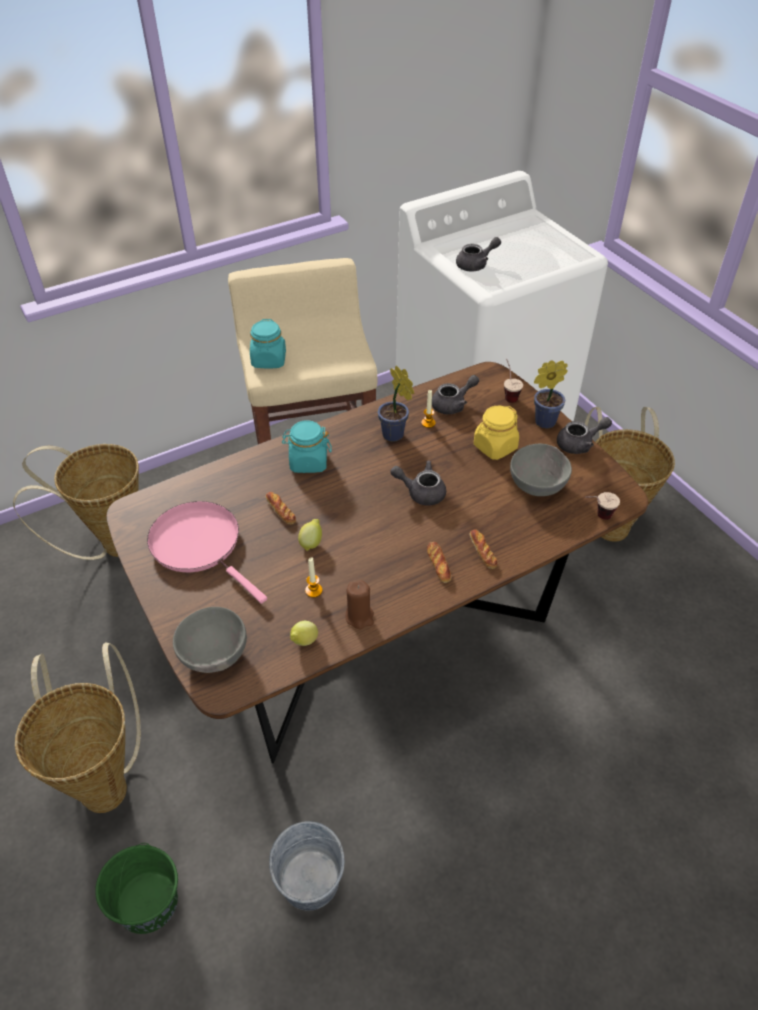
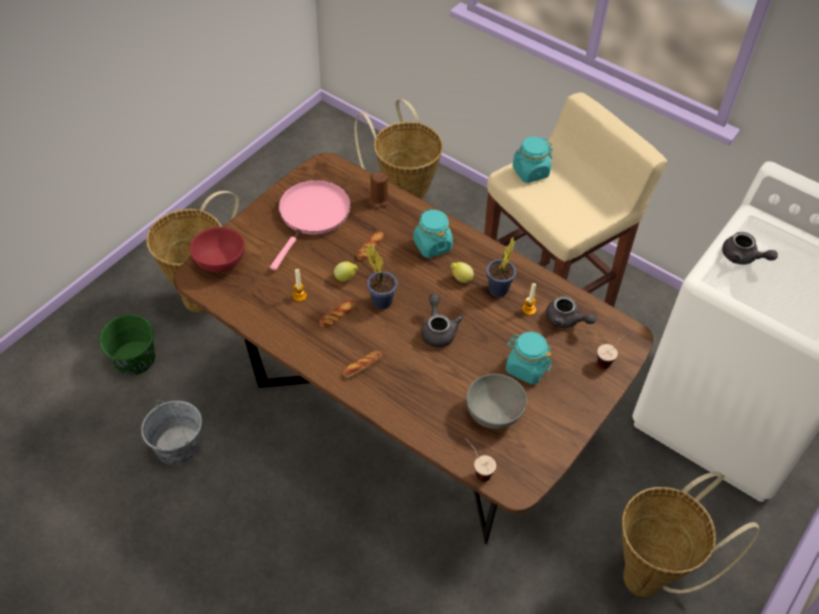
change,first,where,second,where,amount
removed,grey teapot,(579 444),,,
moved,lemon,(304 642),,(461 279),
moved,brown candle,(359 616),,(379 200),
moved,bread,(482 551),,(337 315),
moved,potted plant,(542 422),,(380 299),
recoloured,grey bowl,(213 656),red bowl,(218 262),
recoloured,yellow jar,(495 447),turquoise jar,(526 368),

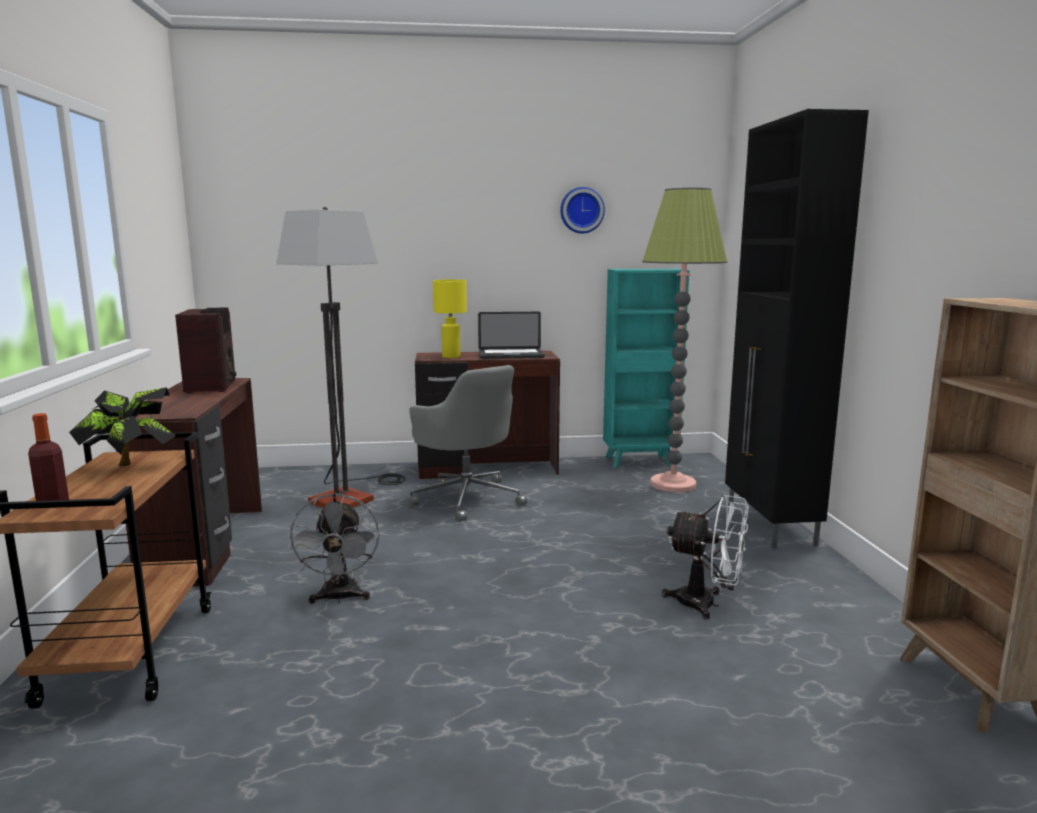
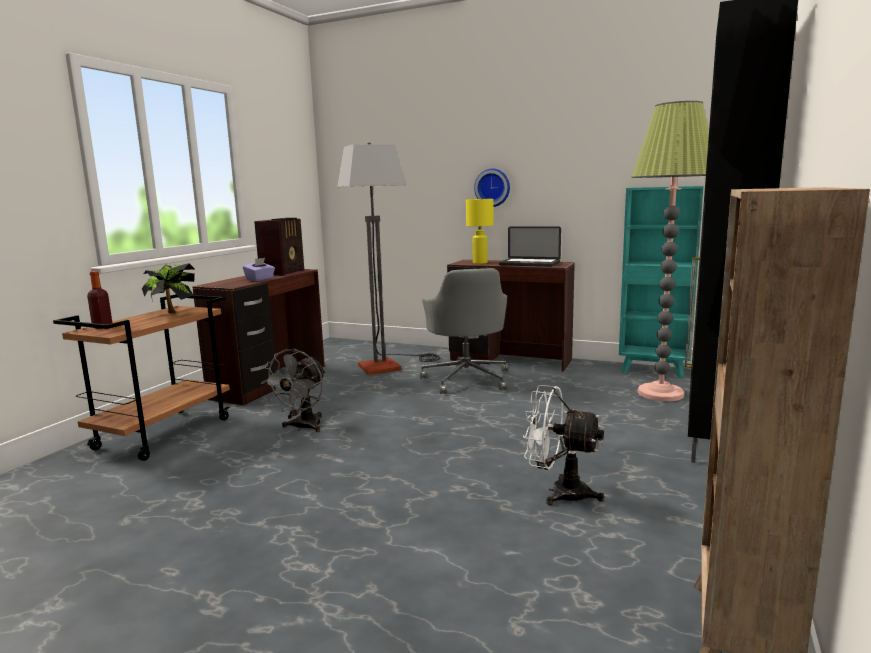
change,first,where,second,where,amount
added,,,purple tissue box,(260 279),
moved,wall clock,(581 210),,(493 187),
turned,white fan,(706 604),,(559 492),150 degrees clockwise

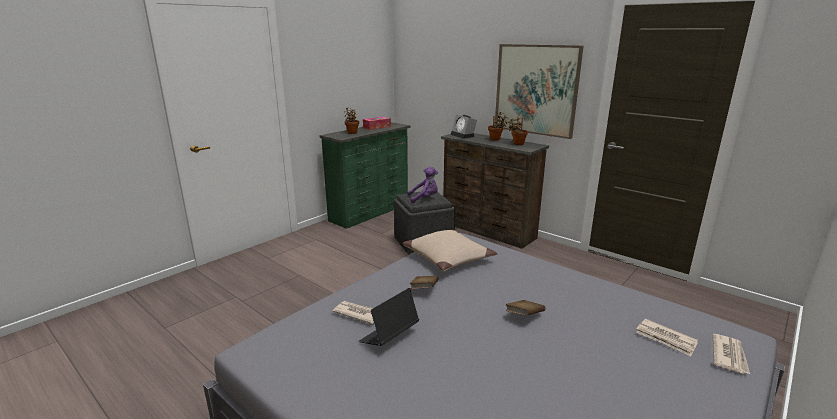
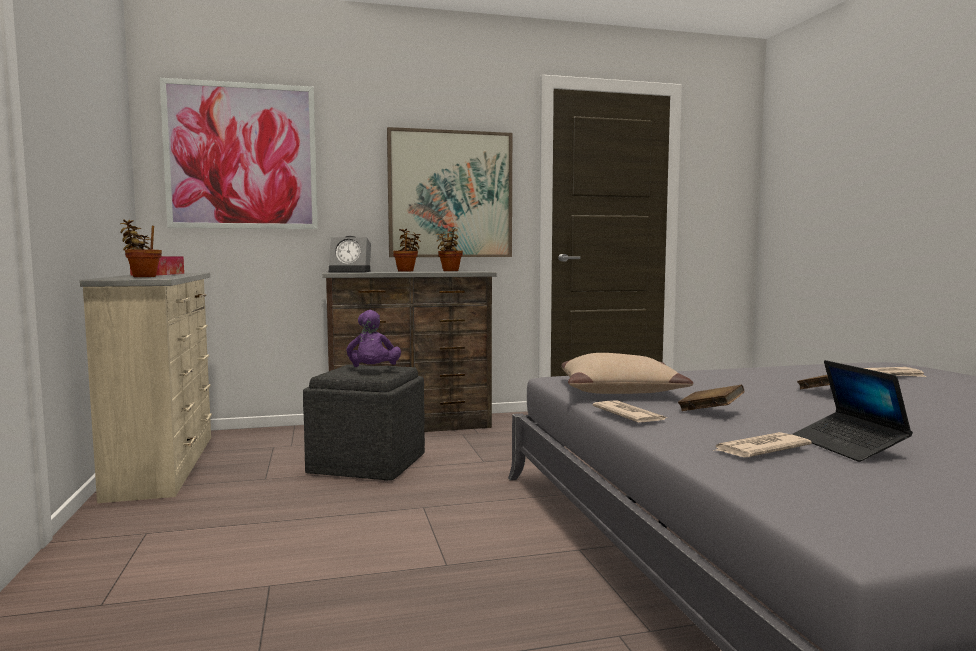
change,first,where,second,where,amount
added,,,picture,(242 156),
moved,newspaper,(729 355),,(629 415),
recoloured,green dresser,(371 212),beige dresser,(166 465),
turned,purple plush toy,(424 199),,(373 371),150 degrees clockwise

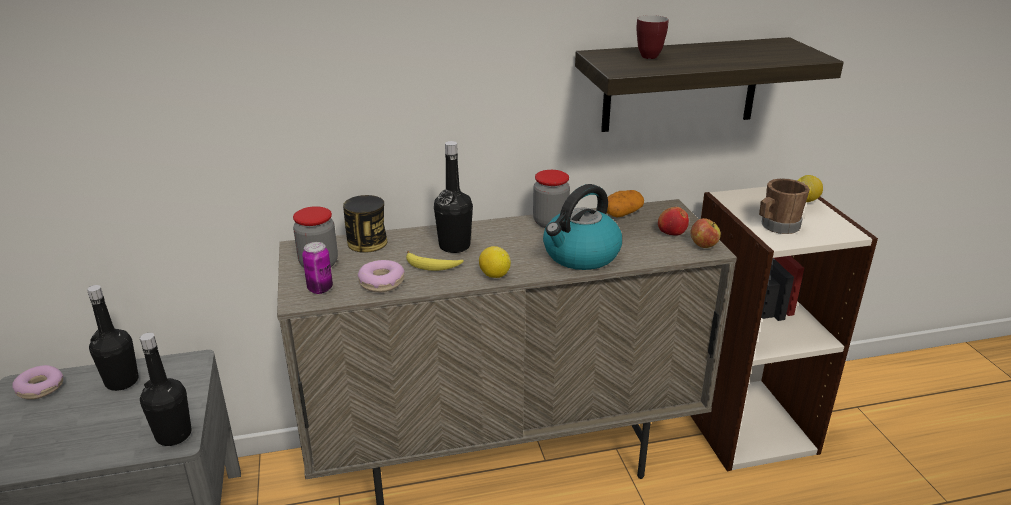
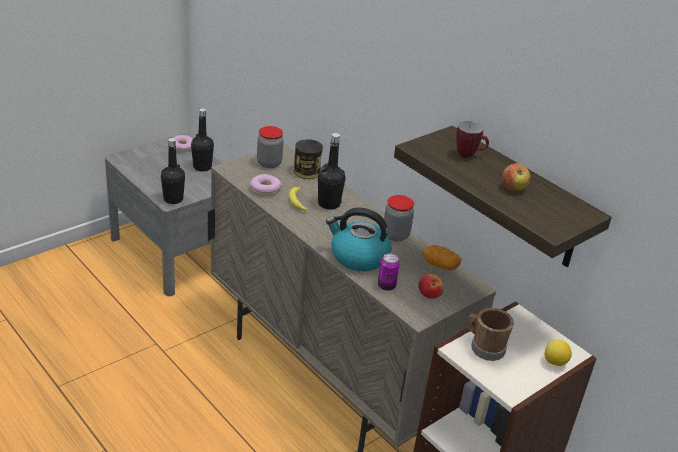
change,first,where,second,where,amount
removed,lemon,(494 275),,,
moved,can,(320 288),,(386 286),
moved,apple,(703 246),,(513 188),

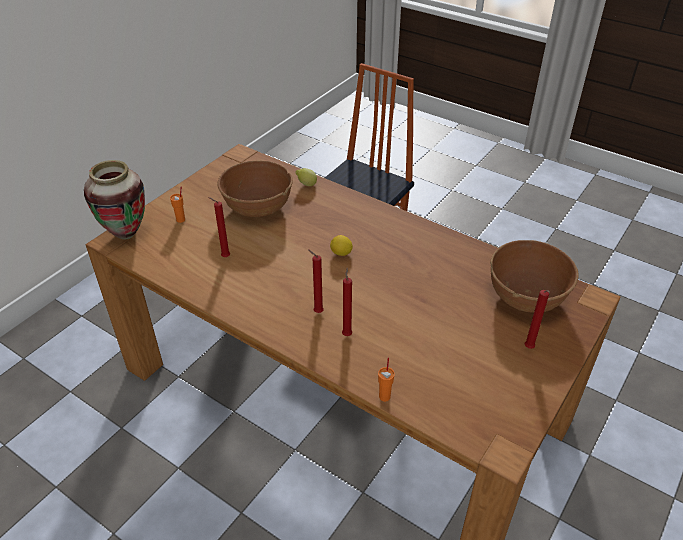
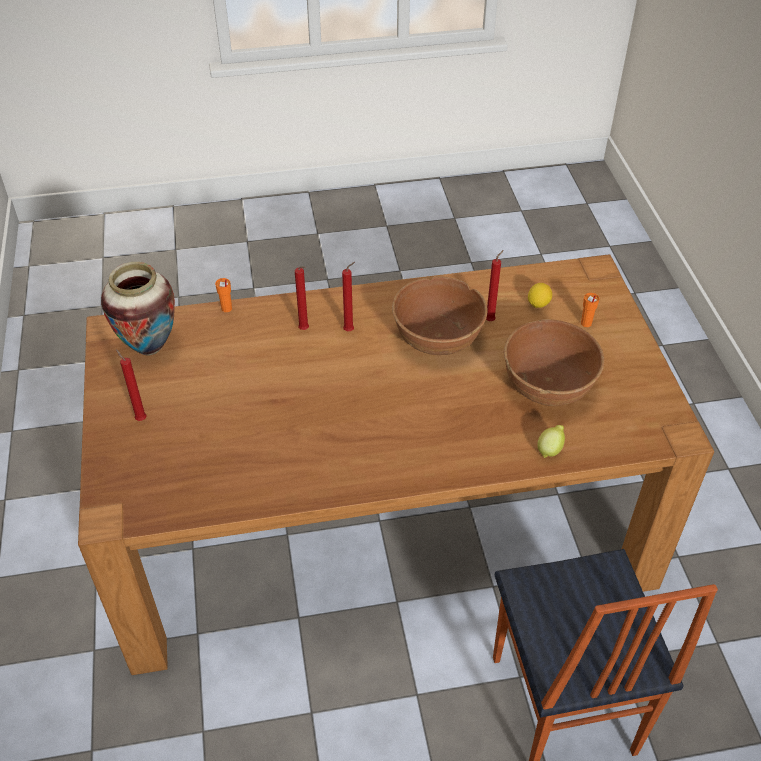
change,first,where,second,where,amount
moved,vase,(126 234),,(149 348),
moved,lemon,(341 253),,(538 304),
moved,brown bowl,(526 296),,(437 338),

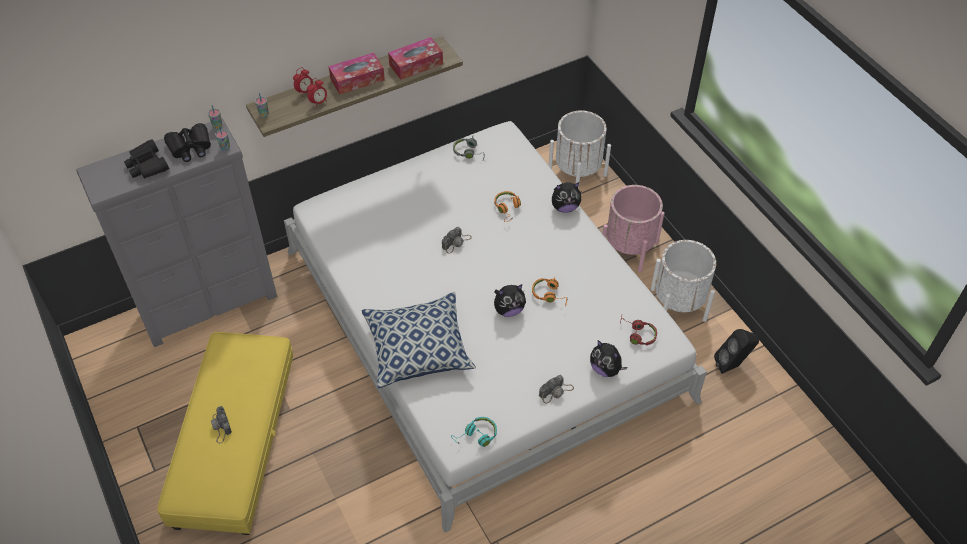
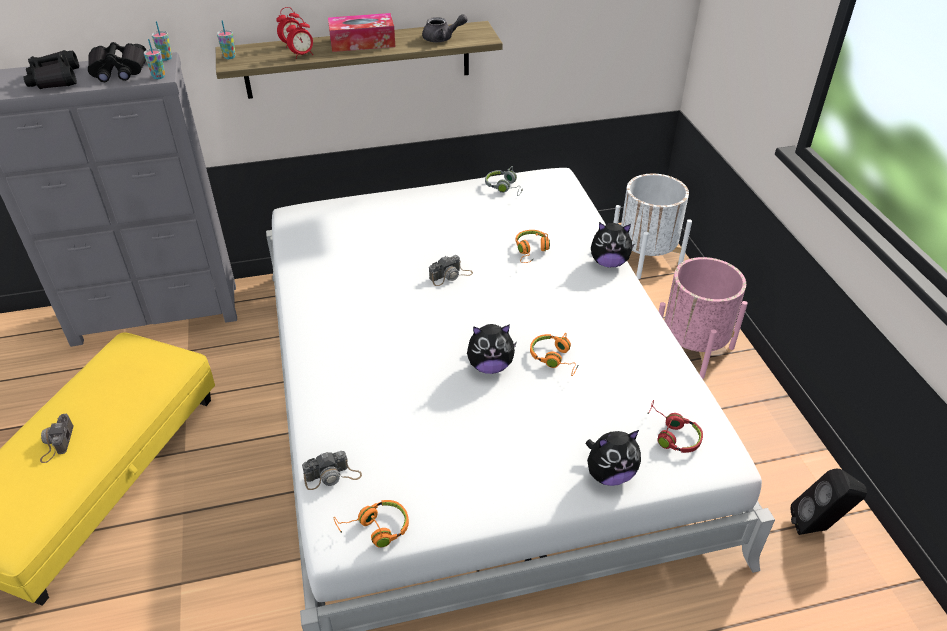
change,first,where,second,where,amount
removed,pillow,(418 348),,,
removed,white planter,(678 304),,,
moved,photo camera,(556 391),,(332 476),
replaced,tissue box,(416 64),grey teapot,(442 39),
recoloured,turquoise headphones,(476 436),orange headphones,(375 529),
turned,plush toy,(605 369),,(609 474),75 degrees counterclockwise

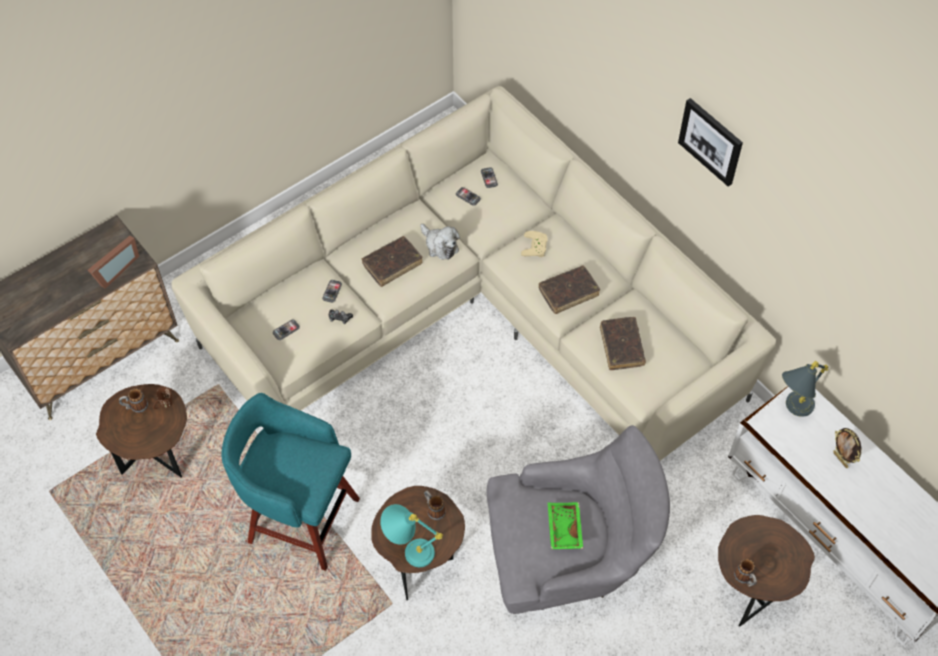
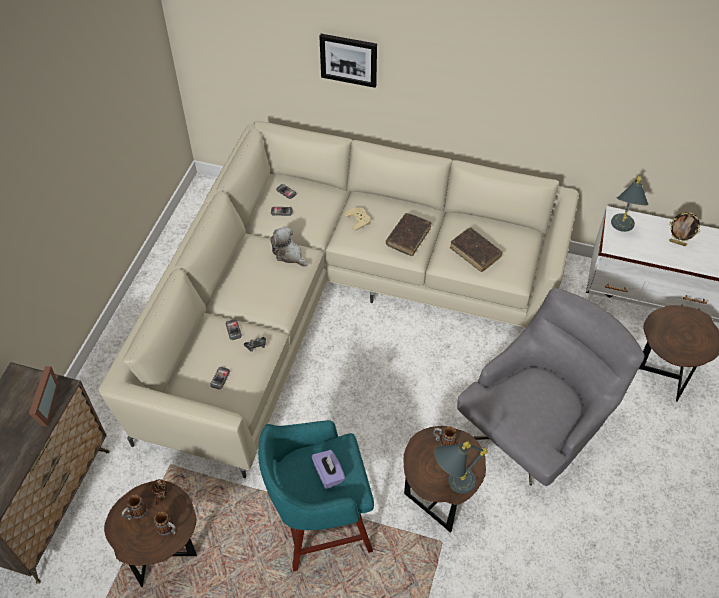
change,first,where,second,where,amount
removed,brown book,(392 264),,,
removed,green tray,(563 529),,,
added,,,purple tissue box,(328 474),
moved,picture,(711 141),,(349 59),
moved,mug,(745 579),,(168 530),
recoloured,turquoise table lamp,(408 551),grey table lamp,(452 484),
turned,plush toy,(440 245),,(289 254),150 degrees counterclockwise

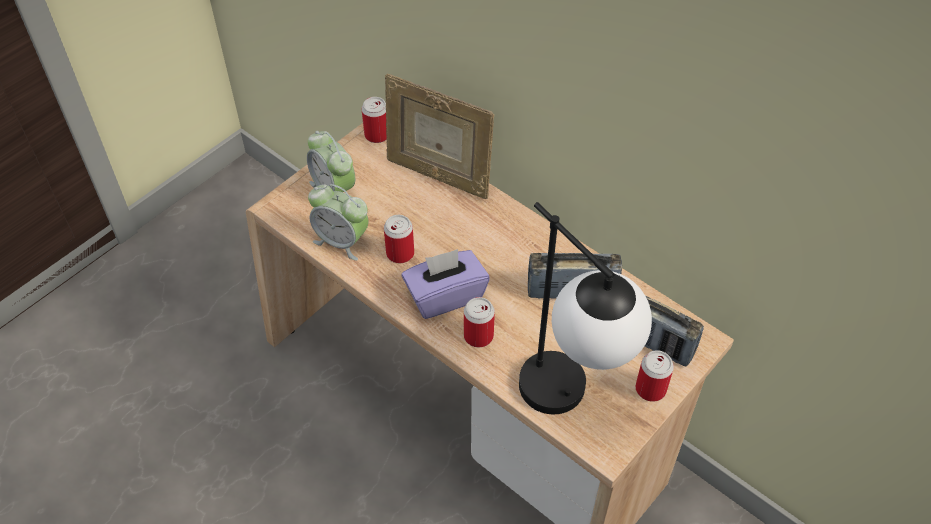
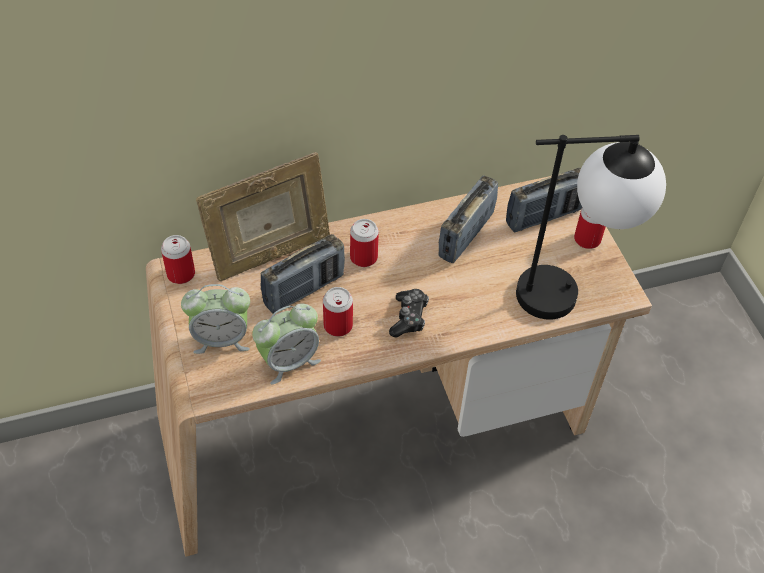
change,first,where,second,where,amount
added,,,radio,(304 290),
moved,can,(478 336),,(363 257),
replaced,purple tissue box,(445 296),game controller,(409 317),

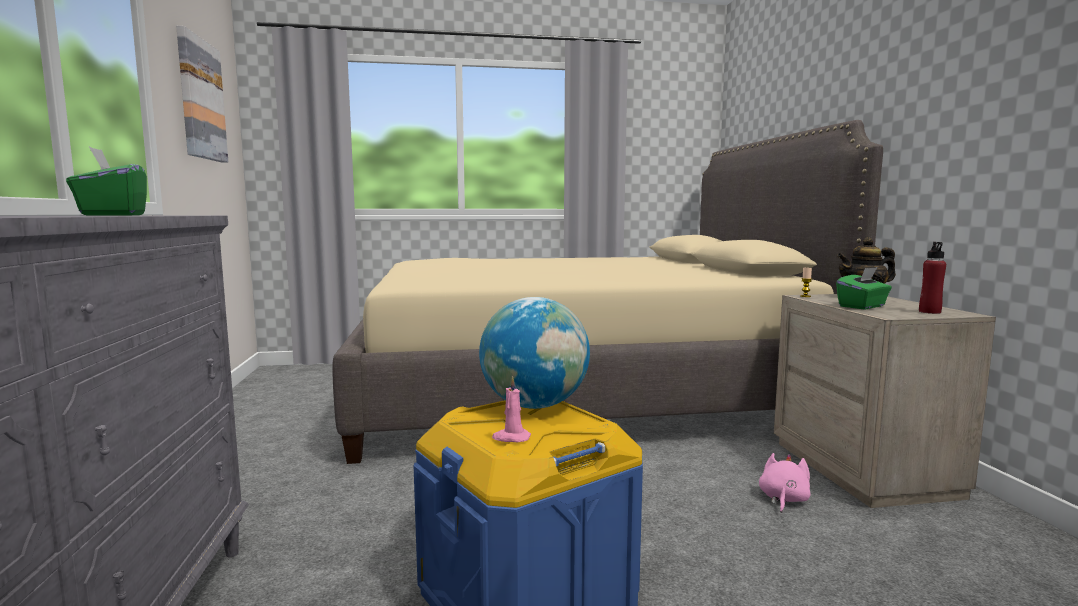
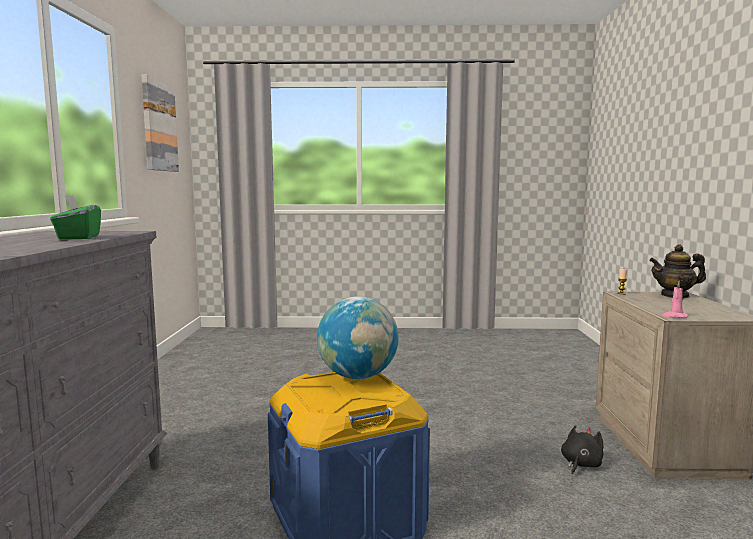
change,first,where,second,where,amount
removed,beige bed,(577 392),,,
removed,green tissue box,(862 306),,,
removed,red bottle,(929 312),,,
moved,pink candle,(511 438),,(674 316),
recoloured,pink plush toy,(783 499),black plush toy,(580 464),

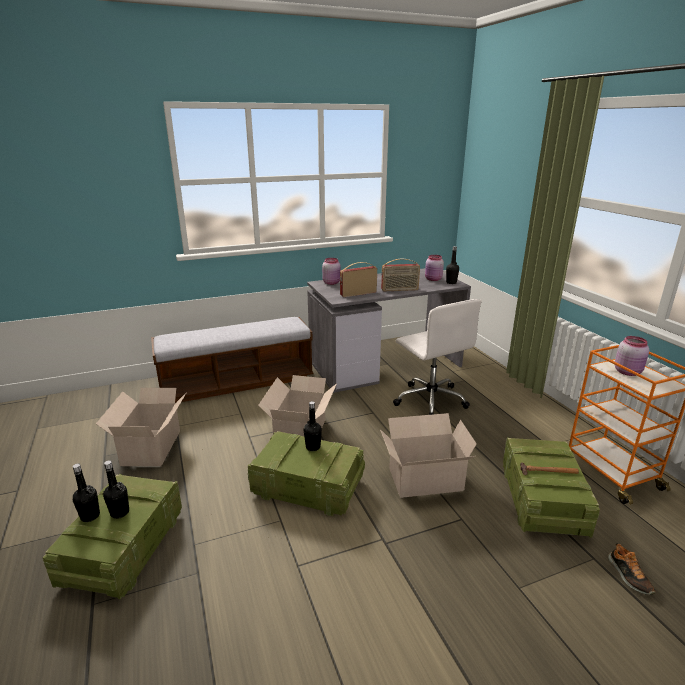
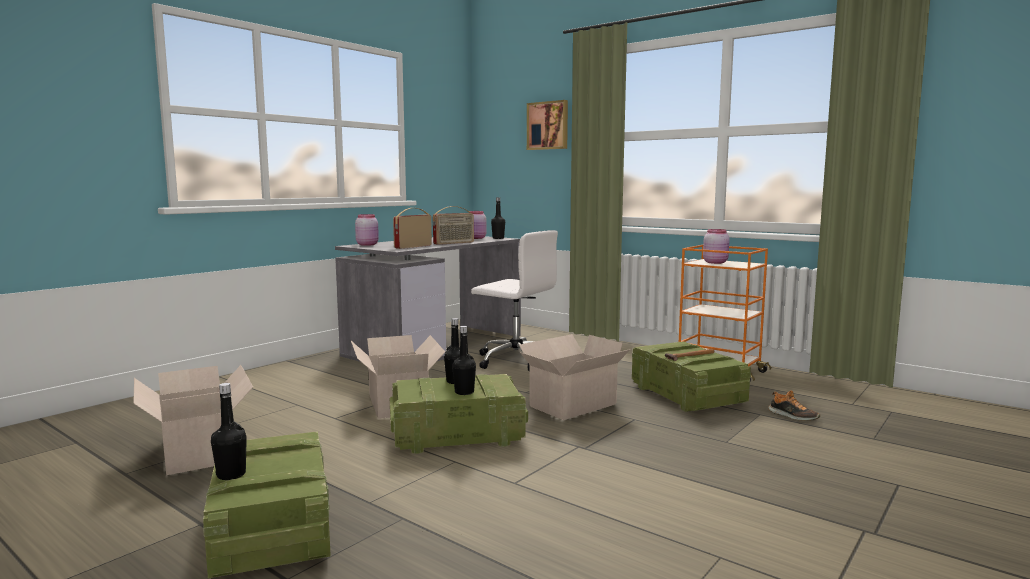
change,first,where,second,where,amount
removed,bench,(237 383),,,
added,,,picture,(548 125),
moved,black bottle,(120 512),,(464 392),

